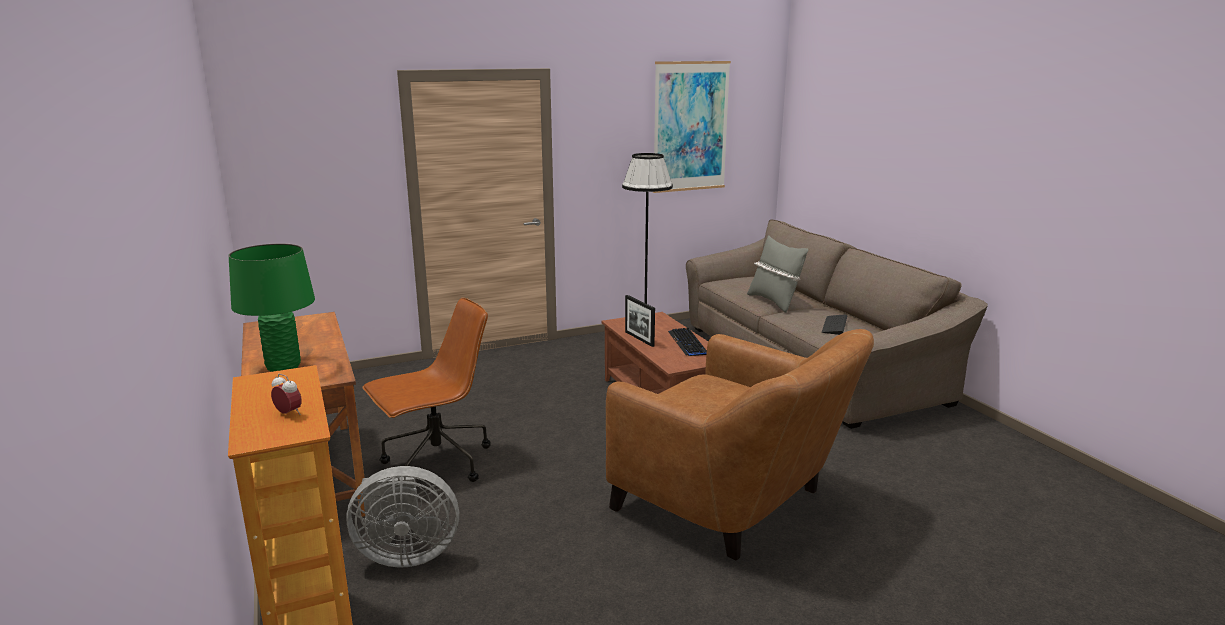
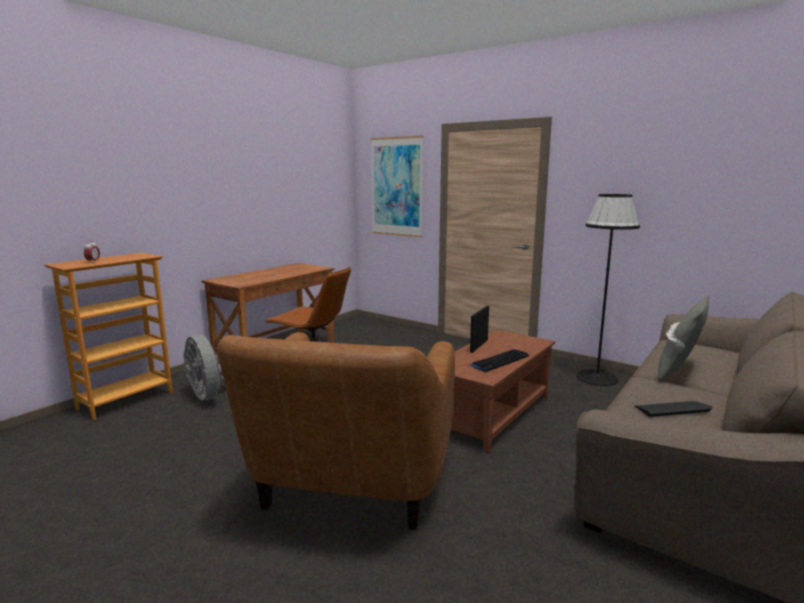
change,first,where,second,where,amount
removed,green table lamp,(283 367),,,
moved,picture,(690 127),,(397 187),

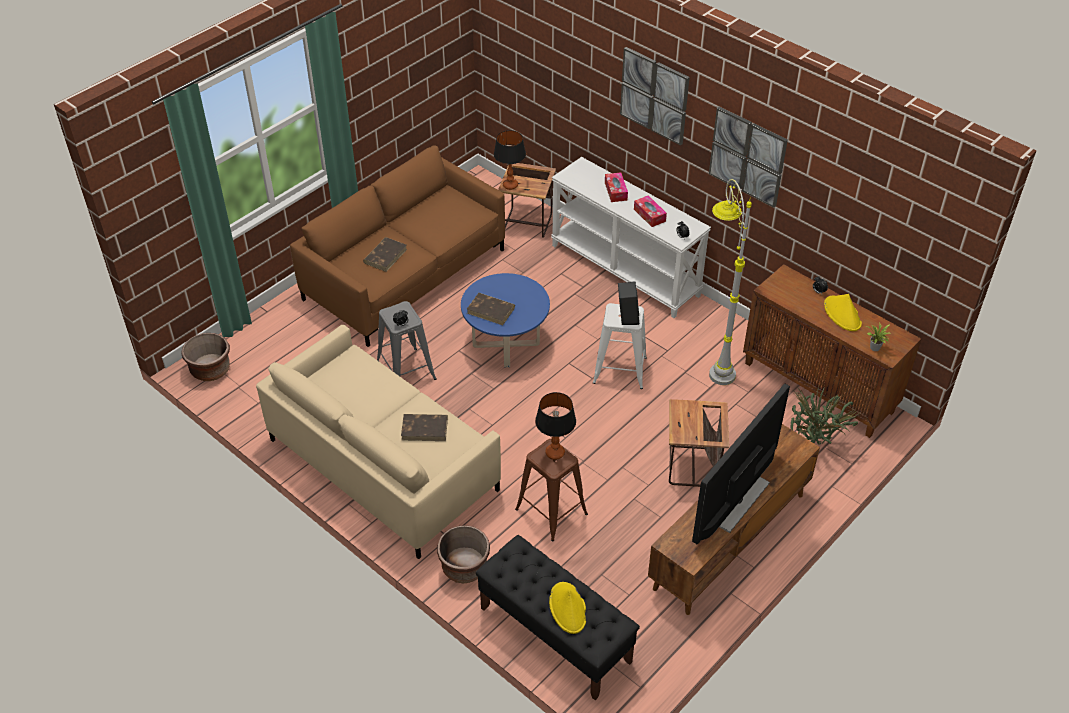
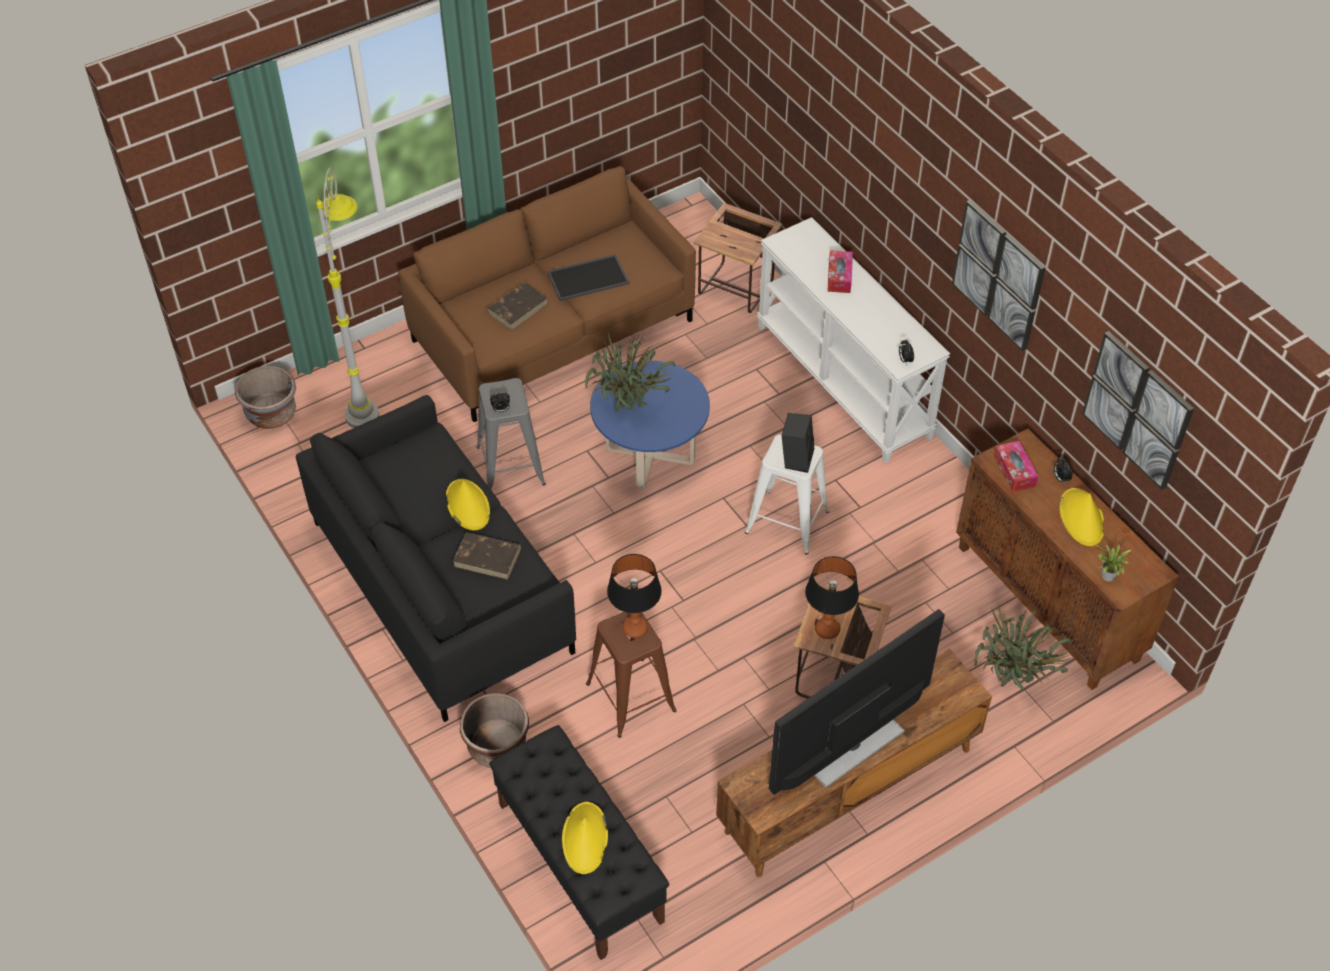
change,first,where,second,where,amount
added,,,yellow hat,(467 505),
added,,,tray,(588 277),
moved,table lamp,(510 185),,(827 630),
moved,picture,(654 95),,(1137 410),
moved,tissue box,(649 215),,(1014 471),
moved,grey floor lamp,(714 359),,(366 394),
replaced,brown book,(491 310),potted plant,(628 411),
recoloured,brown planter,(210 370),grey planter,(271 413),
recoloured,beige sofa,(383 464),black sofa,(442 585),

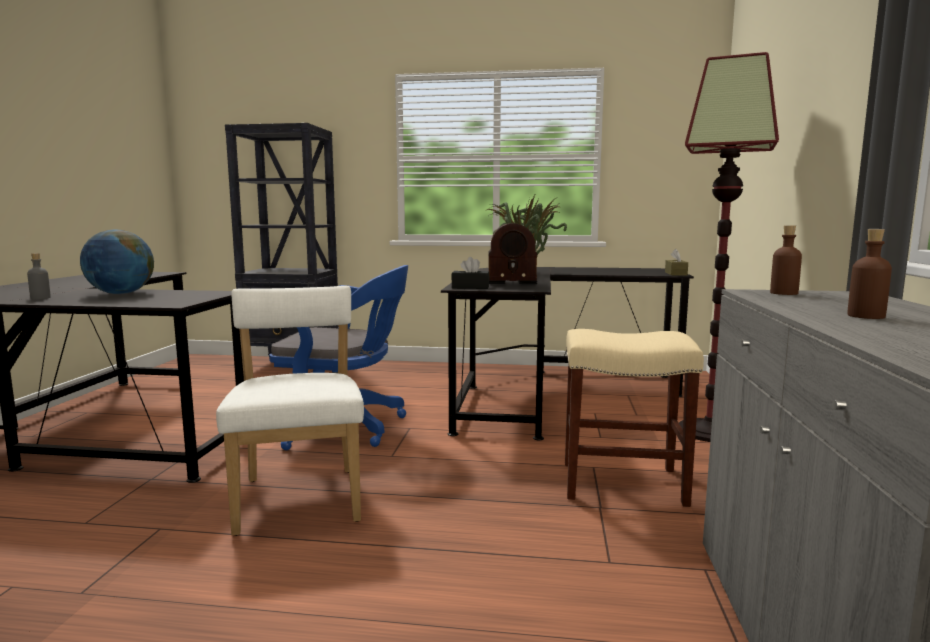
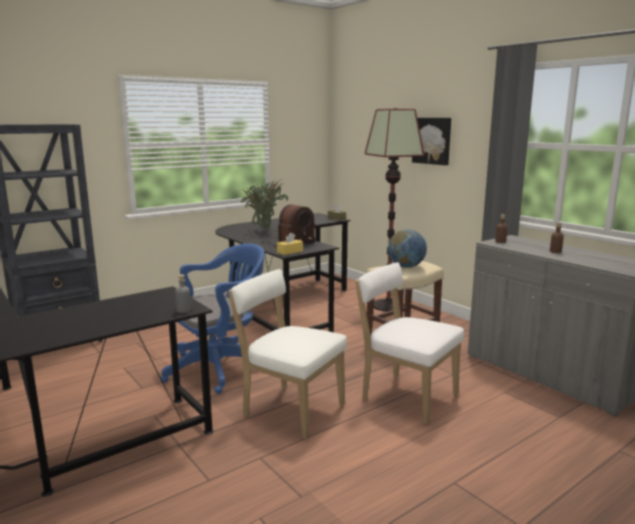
change,first,where,second,where,amount
added,,,white chair,(405 396),
added,,,picture,(432 141),
moved,grey bottle,(40 298),,(184 310),
moved,globe,(121 294),,(406 267),
recoloured,black tissue box,(470 287),yellow tissue box,(290 252),

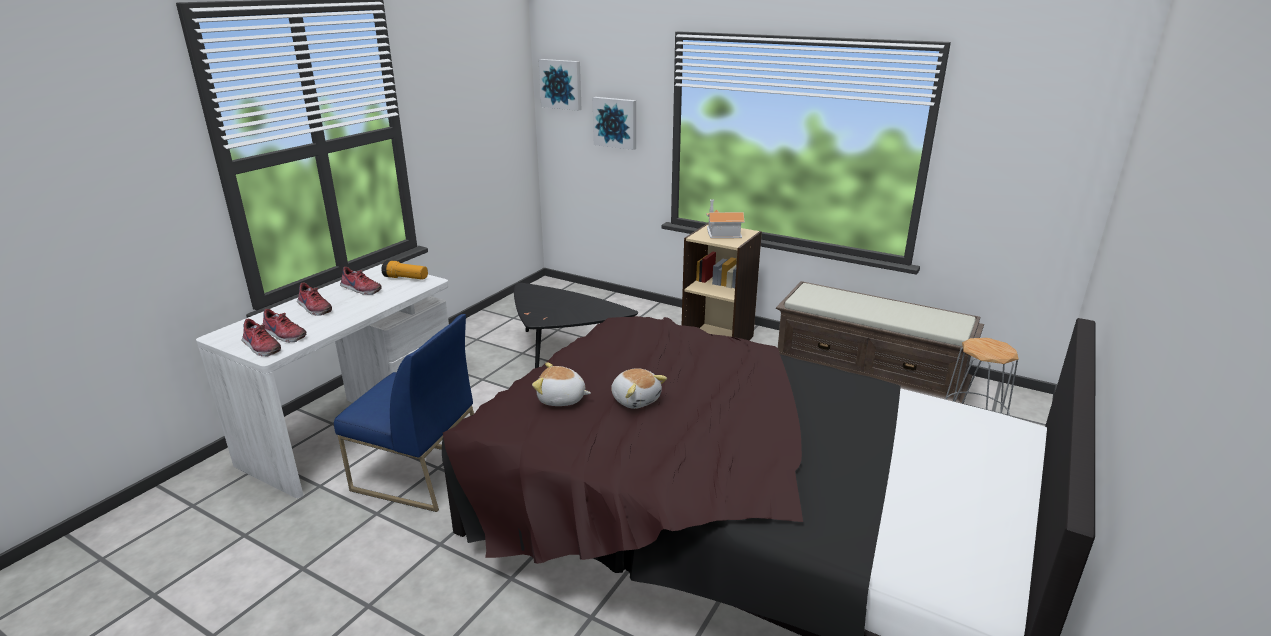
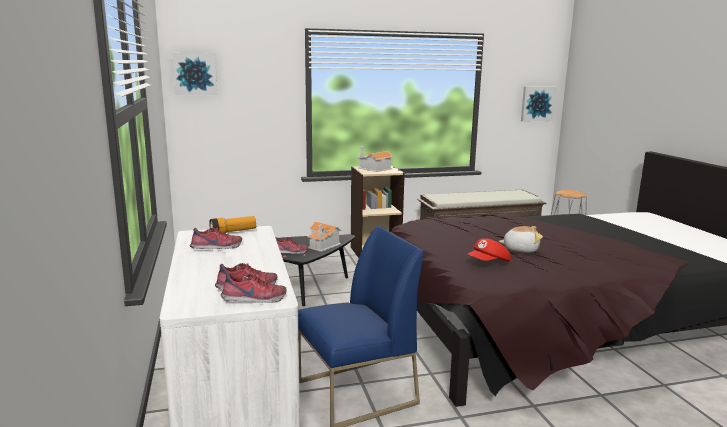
change,first,where,second,where,amount
added,,,toy house,(323 245),
moved,shoe,(314 308),,(289 252),
moved,picture,(615 122),,(537 103),
replaced,plush toy,(561 399),red cap,(489 263),

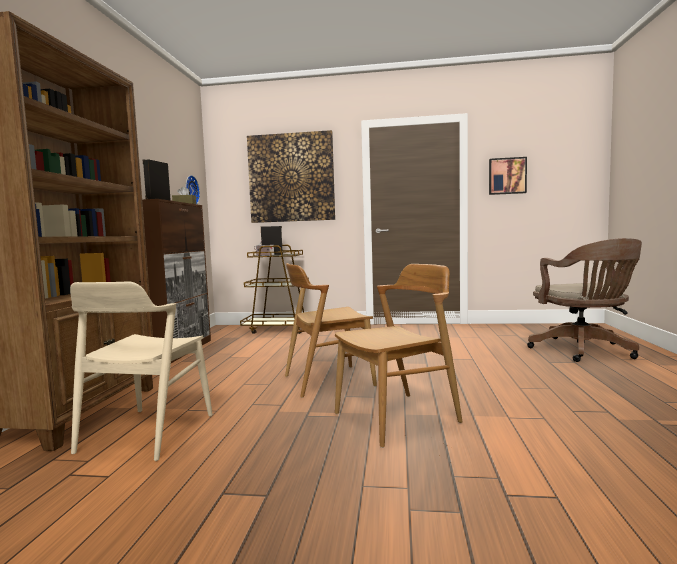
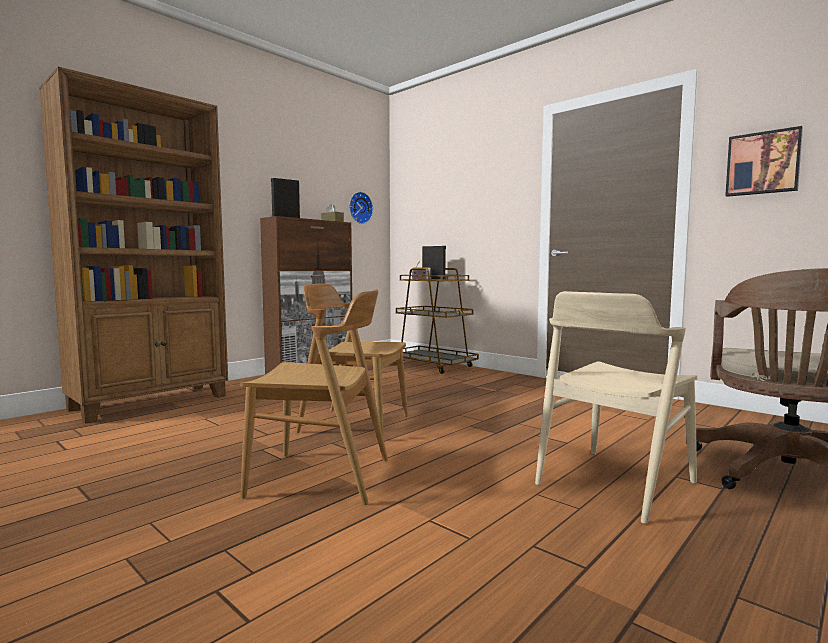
change,first,where,second,where,amount
removed,picture,(291 178),,,
moved,beige chair,(146 433),,(614 483),

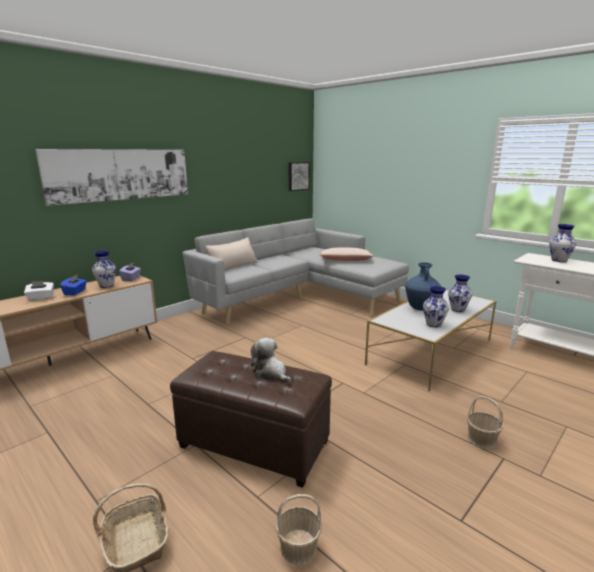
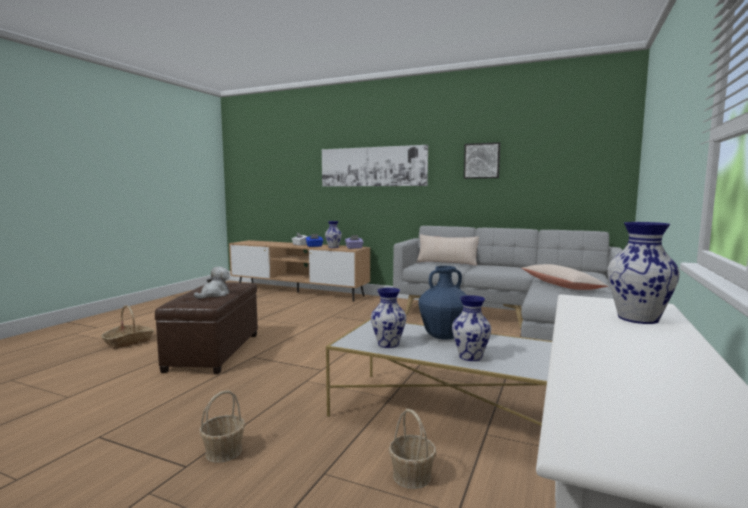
change,first,where,second,where,amount
moved,basket,(298 547),,(412 475),
moved,picture,(298 176),,(482 161),

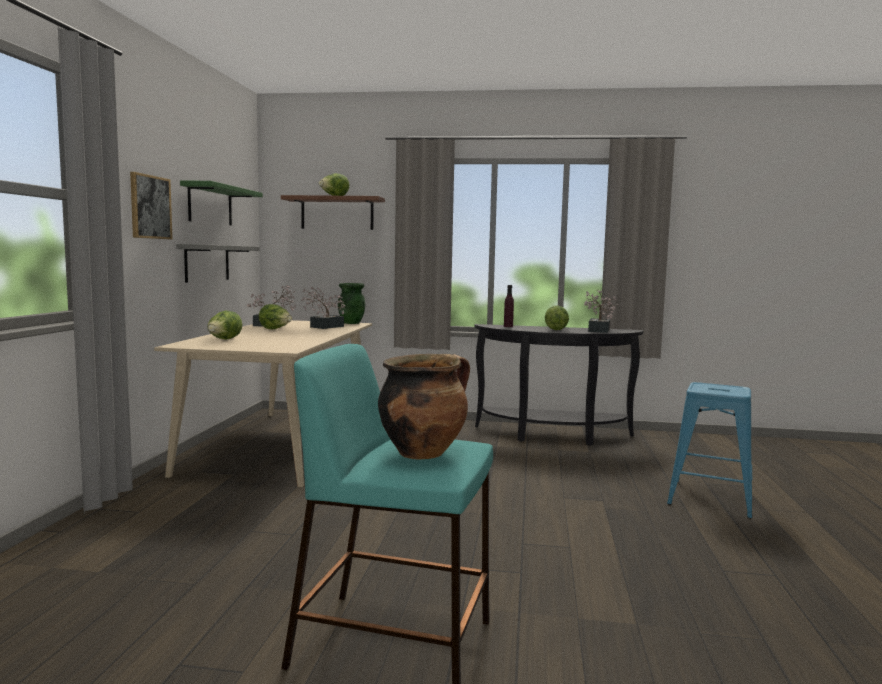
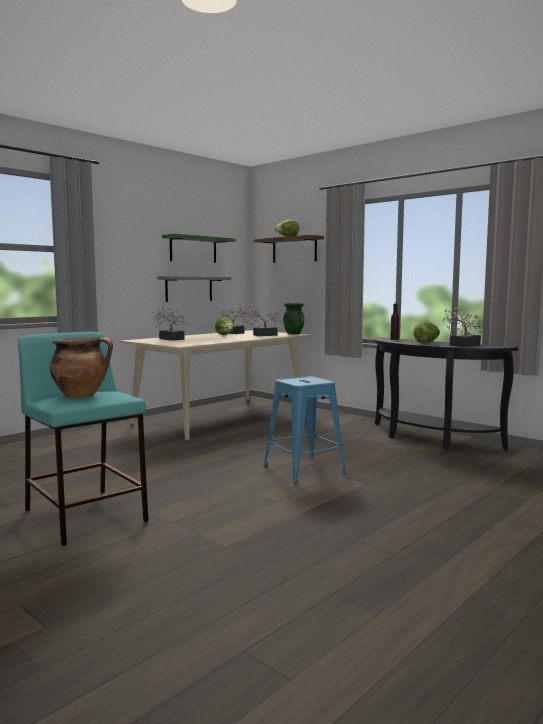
change,first,where,second,where,amount
removed,picture,(150 207),,,
moved,blue stool,(710 498),,(303 469),
replaced,lettuce,(224 340),potted plant,(170 339),

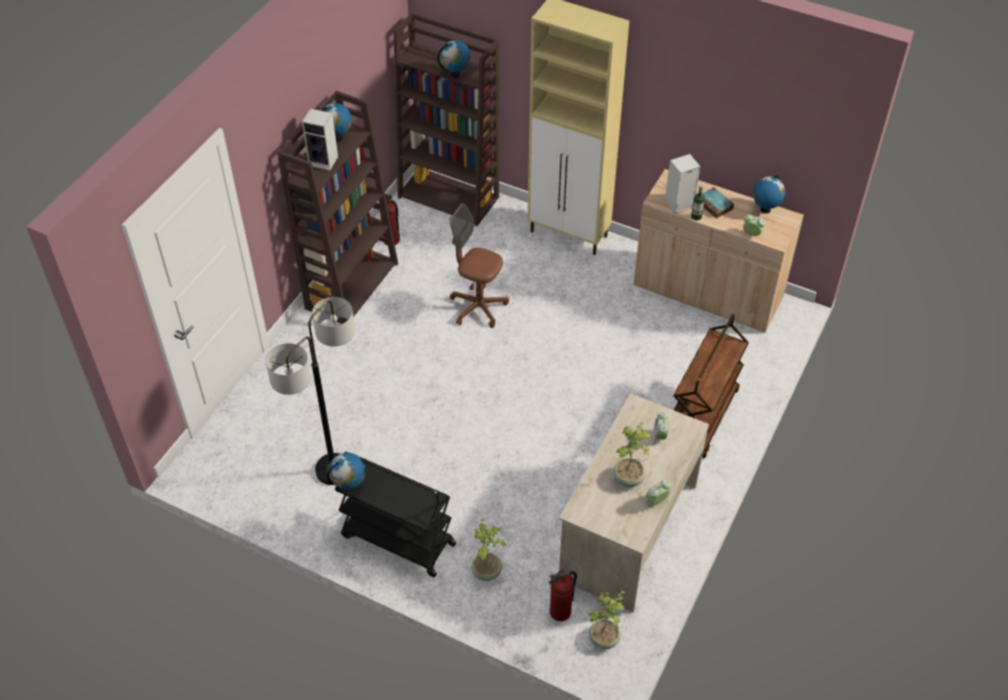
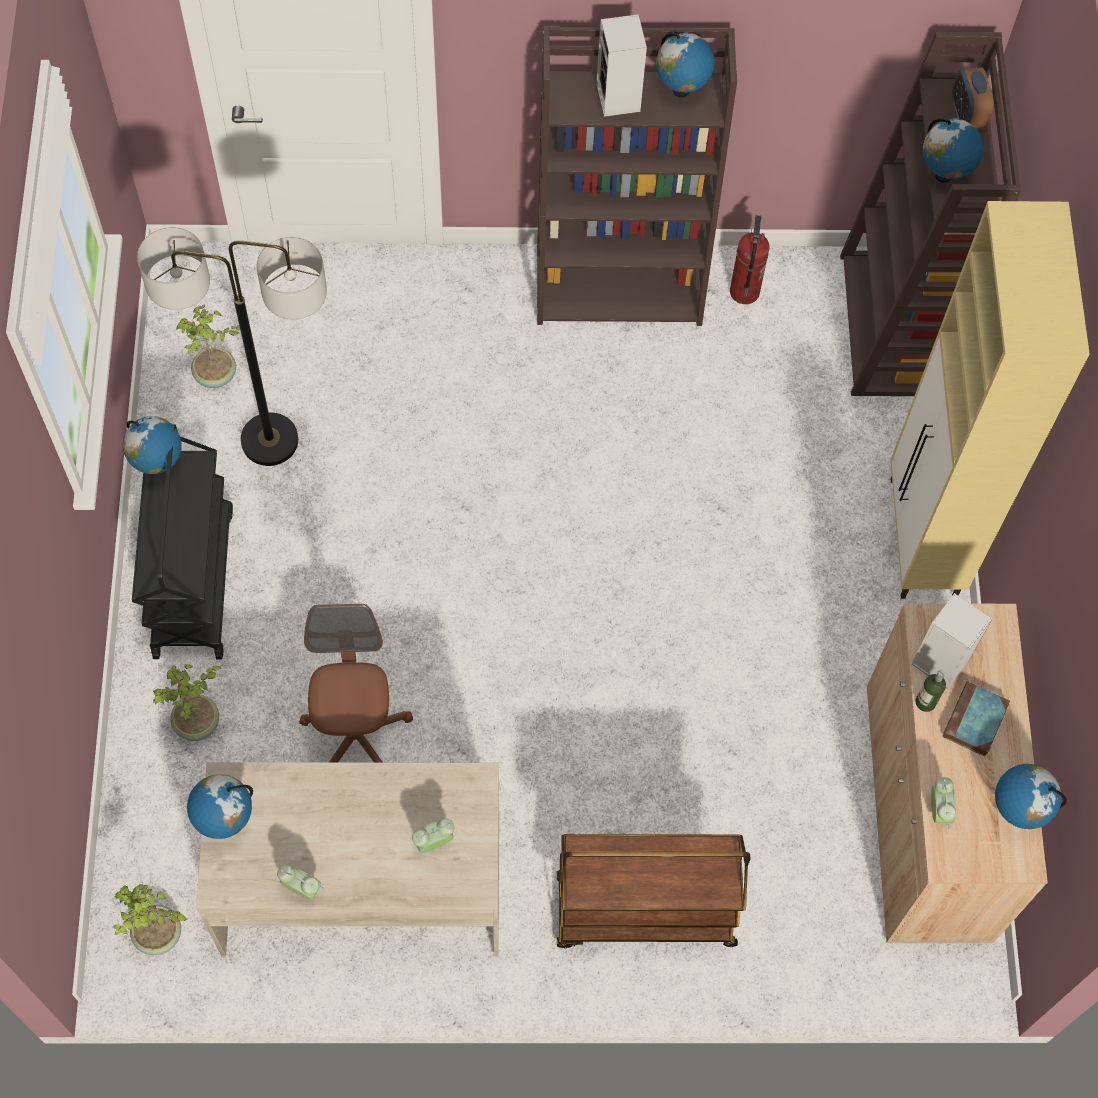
change,first,where,second,where,amount
removed,fire extinguisher,(560 612),,,
added,,,globe,(225 820),
added,,,alarm clock,(966 115),
moved,brown office chair,(478 307),,(356 734),
moved,potted plant,(629 478),,(216 376),

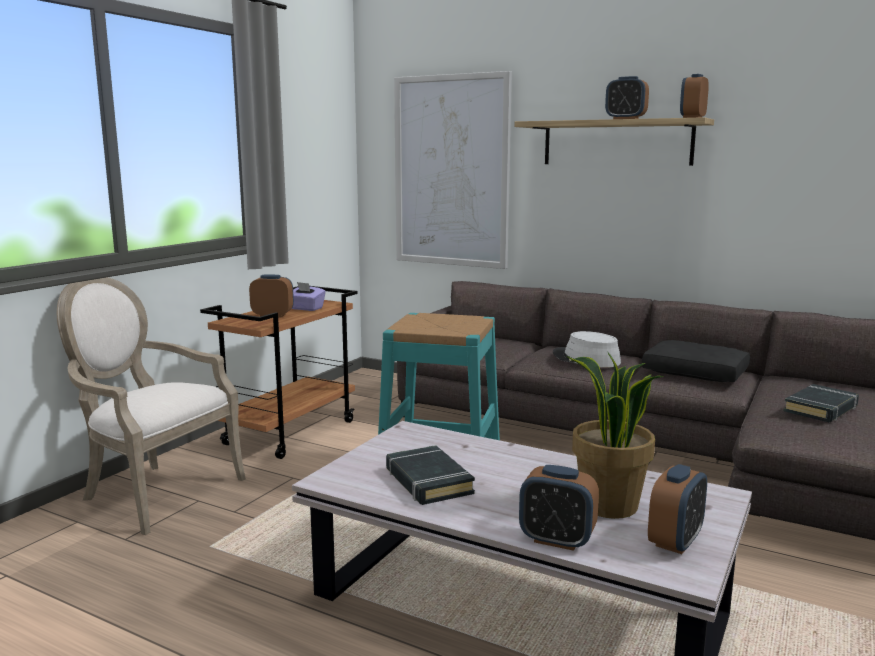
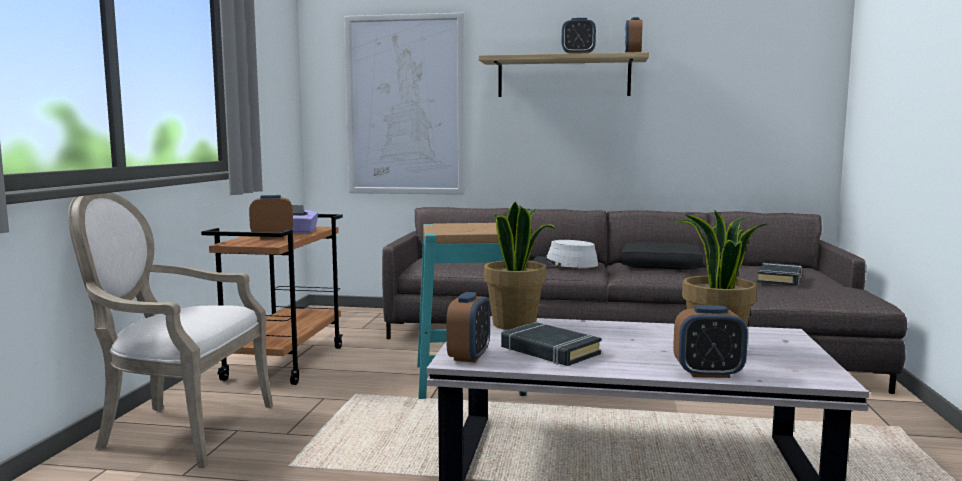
change,first,where,second,where,amount
added,,,potted plant,(515 324),
moved,alarm clock,(675 541),,(469 356),

